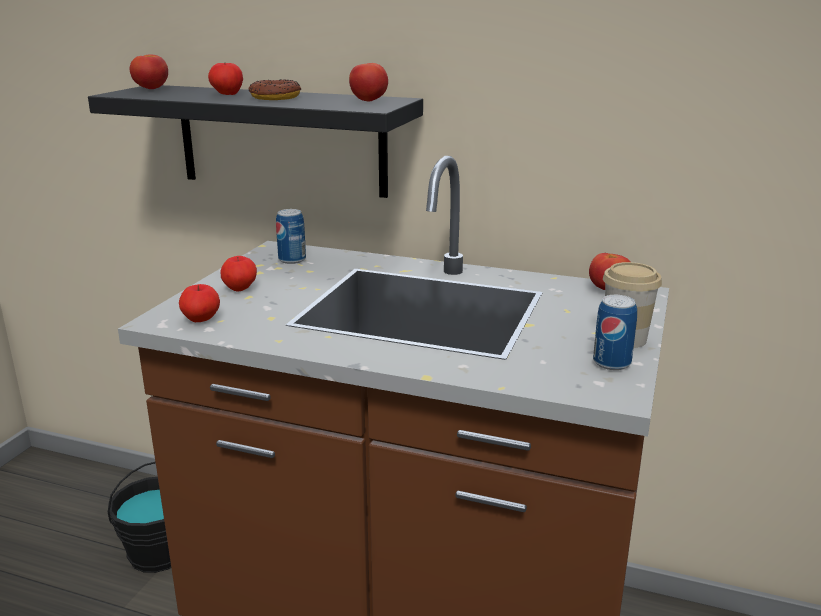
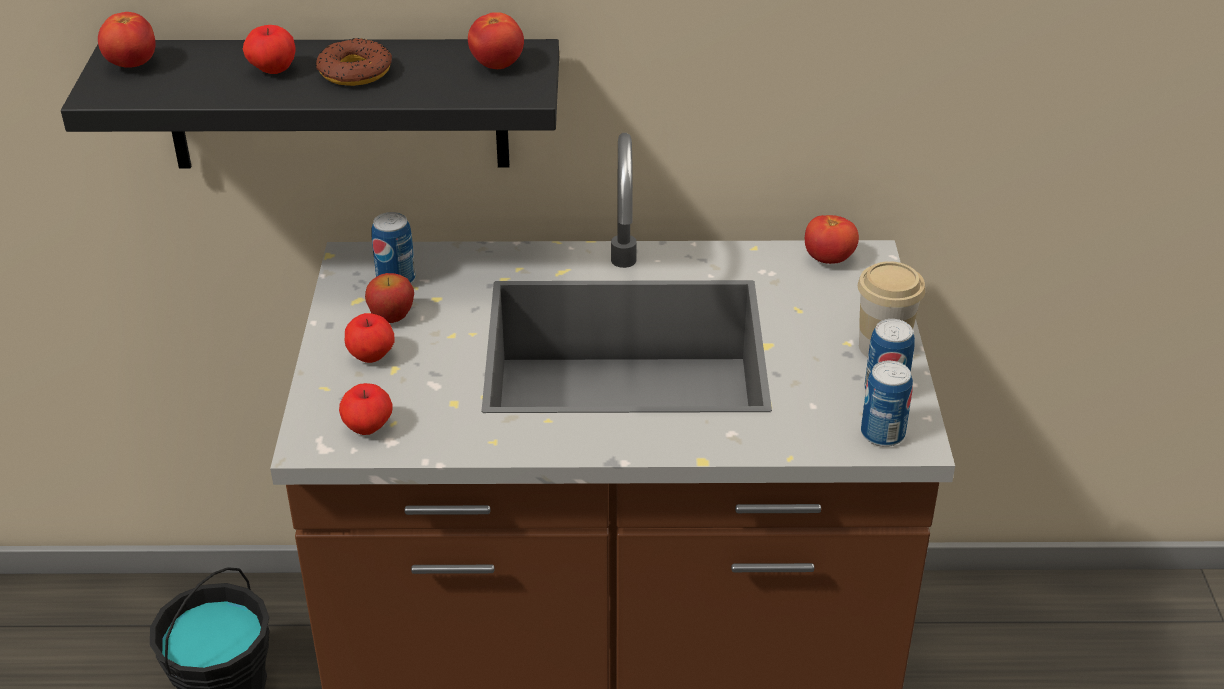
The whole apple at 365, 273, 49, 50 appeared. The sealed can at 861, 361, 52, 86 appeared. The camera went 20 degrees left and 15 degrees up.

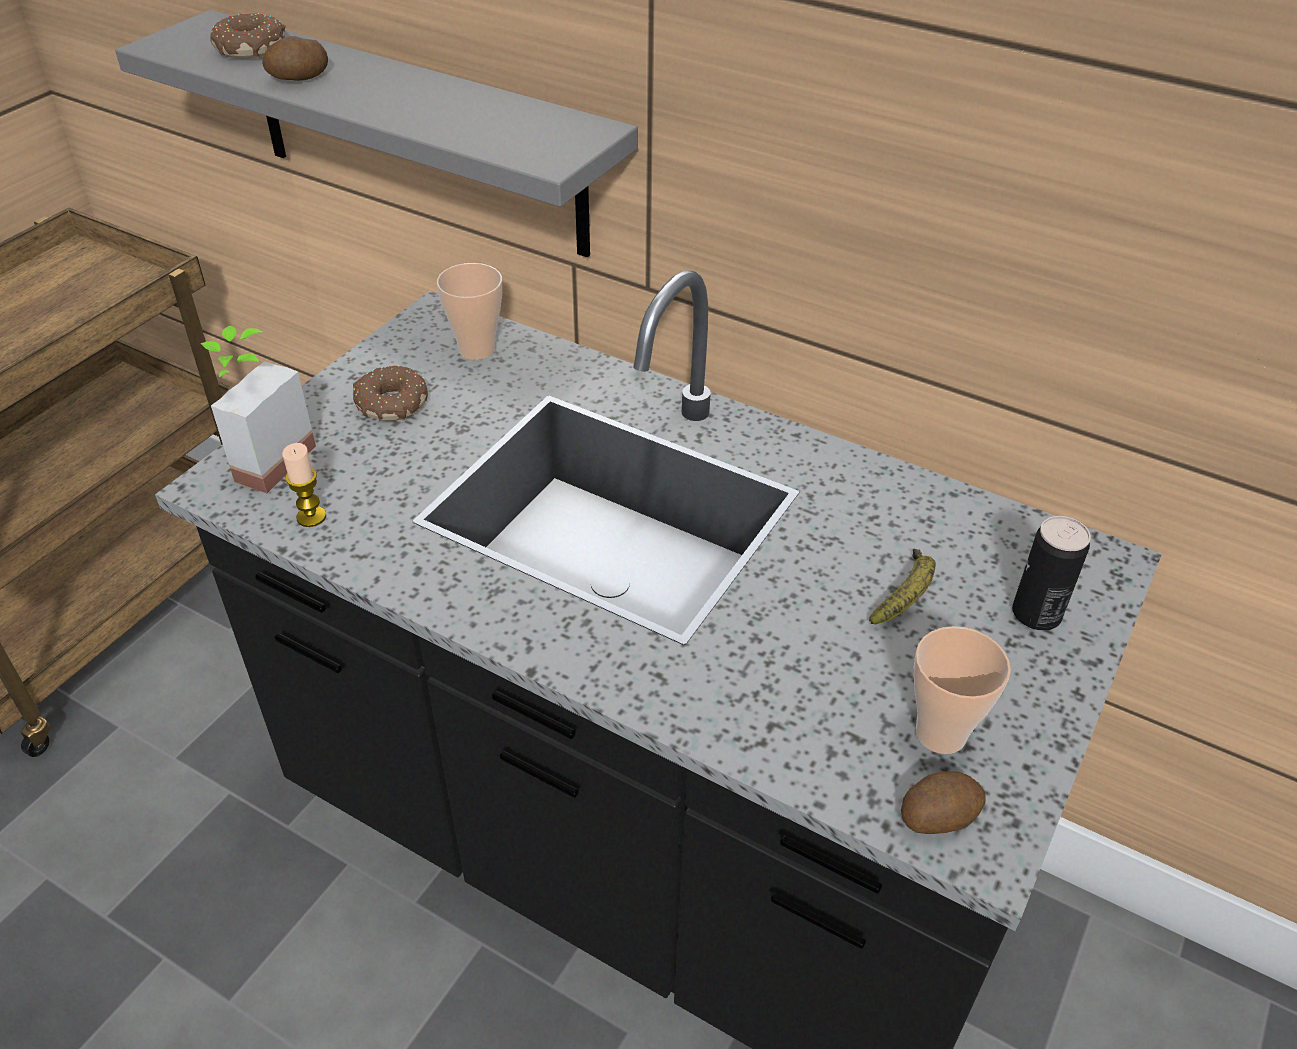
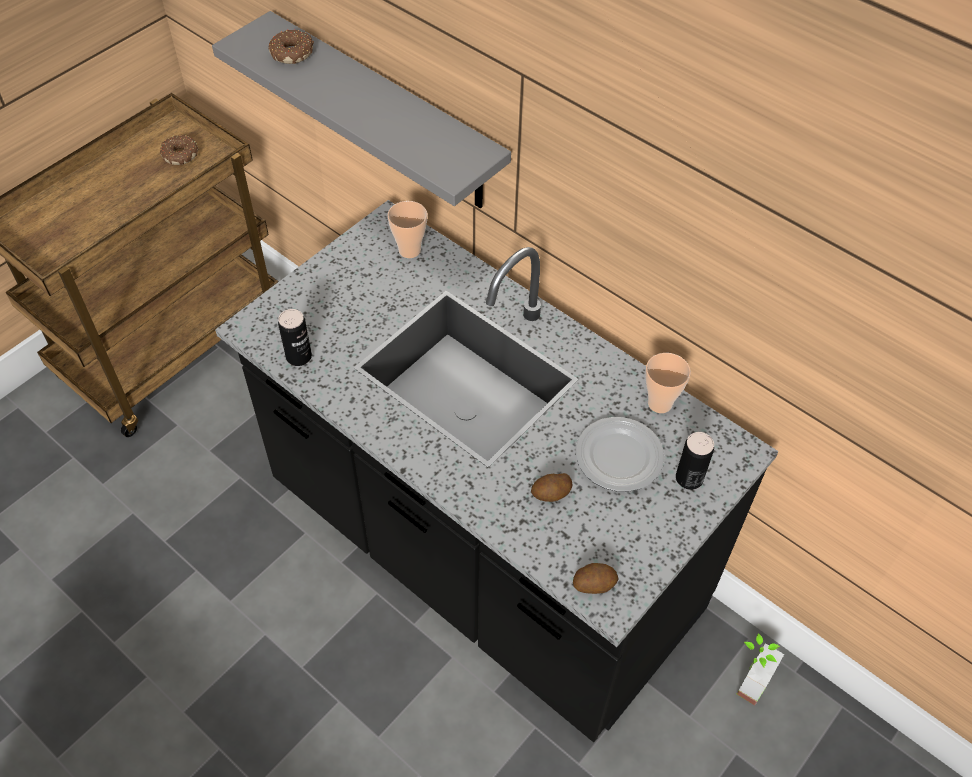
The whole potato moved from 262, 36, 66, 45 to 531, 473, 41, 29. The houseplant moved from 201, 326, 115, 167 to 737, 633, 47, 72. The ring doughnut moved from 353, 365, 75, 56 to 160, 135, 38, 30. The candle at 282, 443, 44, 84 was replaced by the sealed can at 278, 309, 34, 57. The whole banana at 869, 549, 67, 75 was replaced by the dinner plate at 576, 417, 88, 75. The small cup moved from 914, 626, 97, 128 to 645, 353, 46, 60. The camera went 10 degrees right and 10 degrees up.

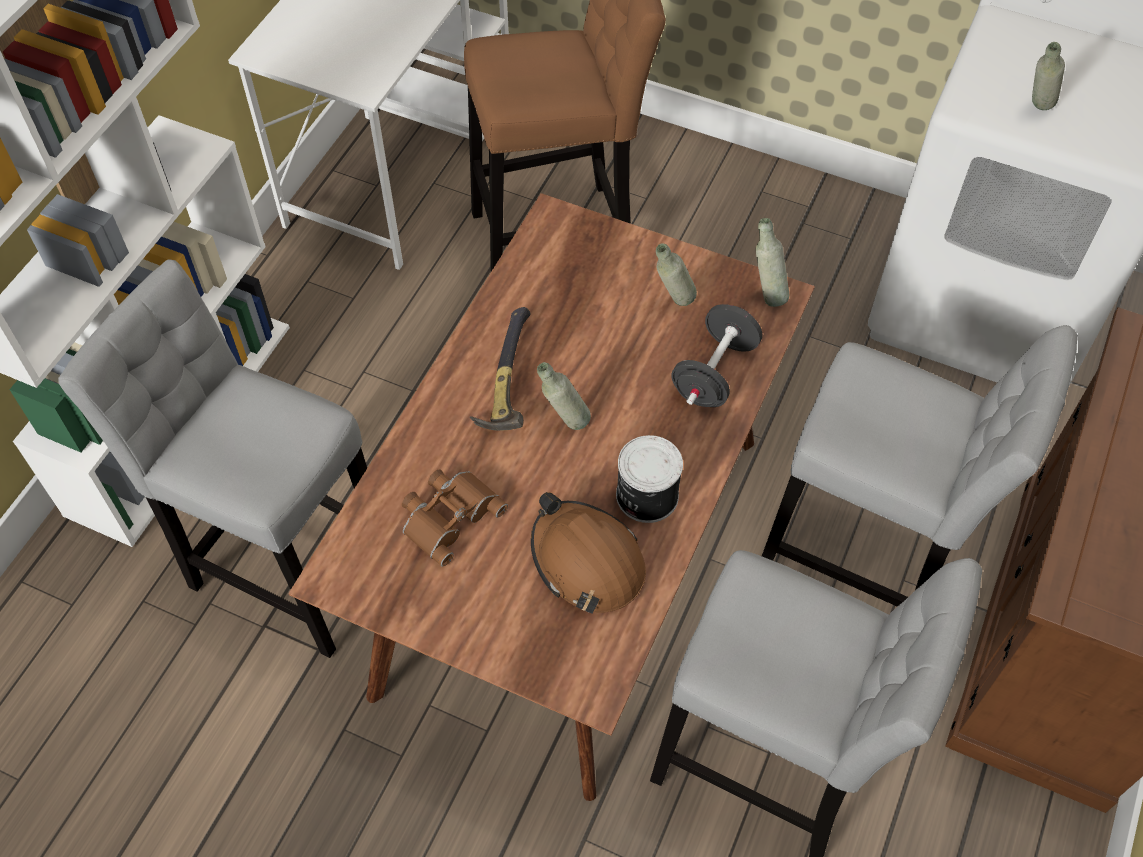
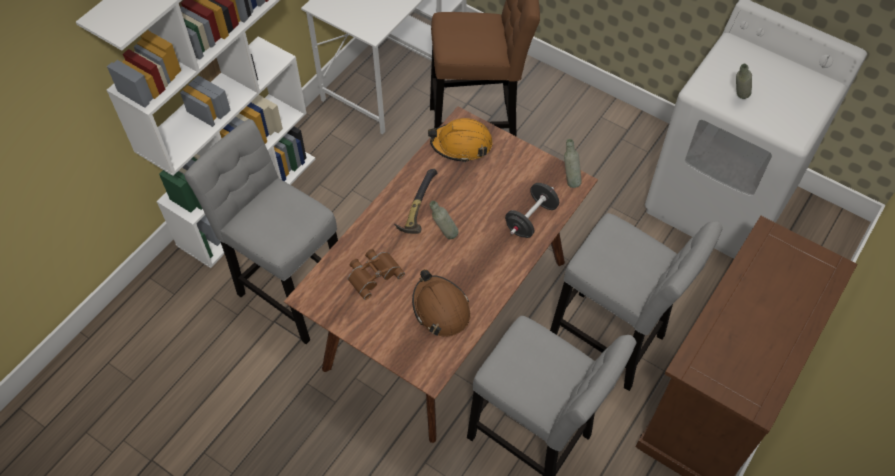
The drink bottle in greyish at 656, 243, 41, 63 disappeared. The sealed can at 616, 435, 67, 88 disappeared. The work helmet in orange at 428, 118, 65, 45 appeared. The camera went 10 degrees right and 0 degrees up.

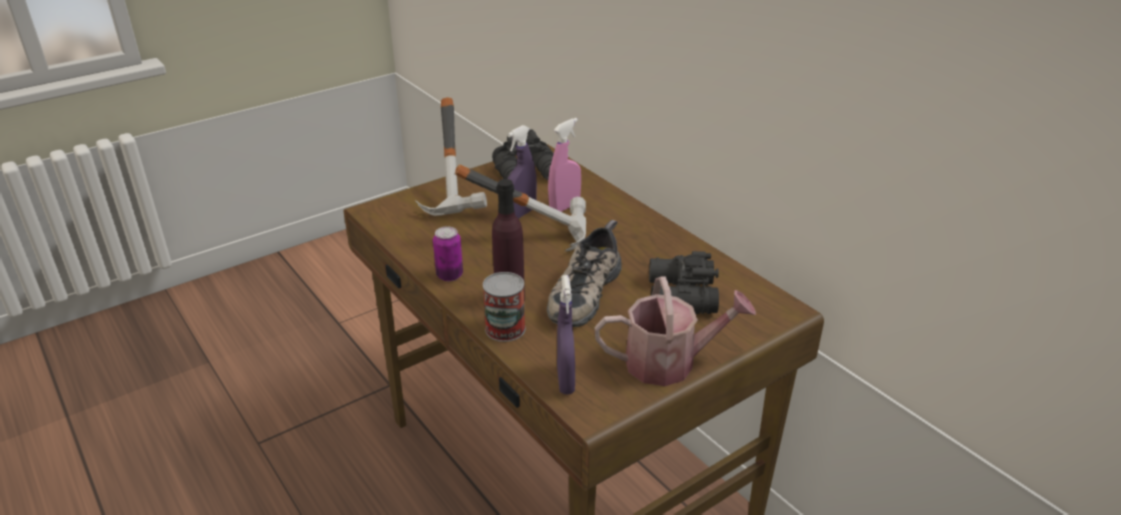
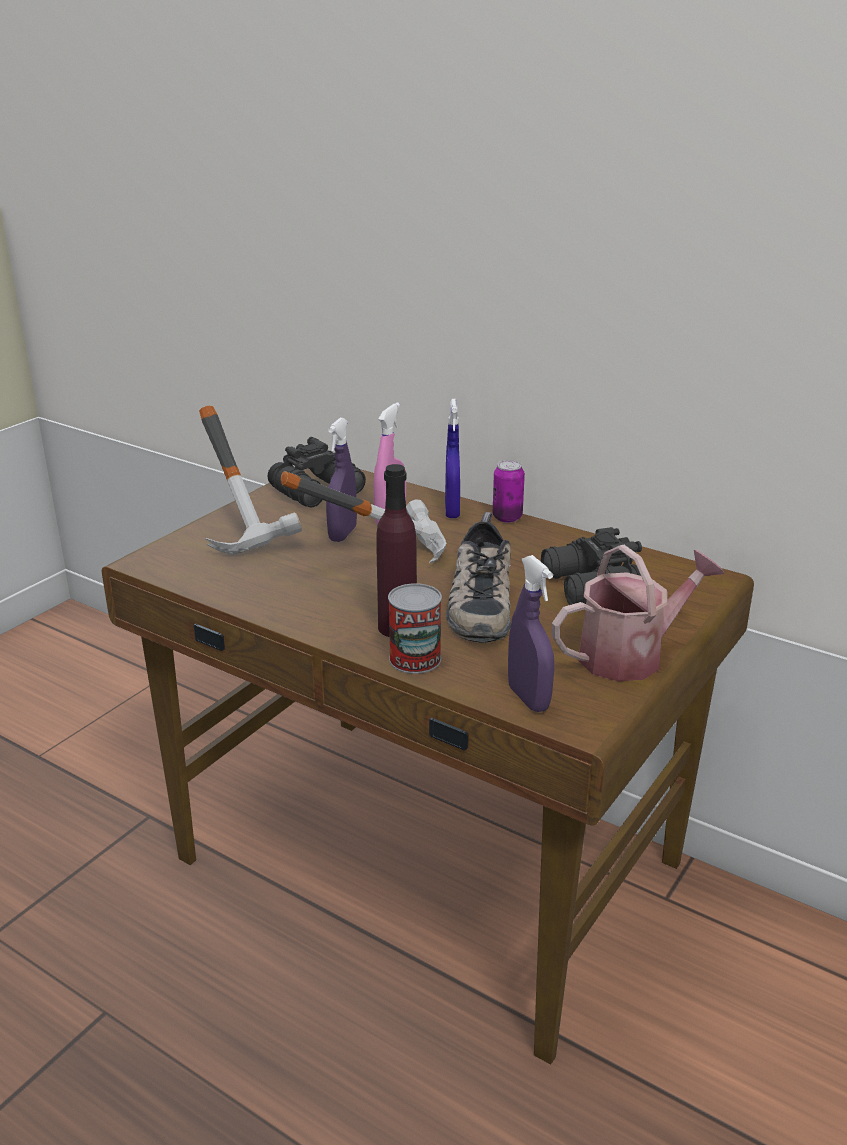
The sealed can moved from 433, 226, 30, 55 to 493, 460, 32, 63. The hand sprayer in bluish at 445, 399, 15, 119 appeared. The camera went 20 degrees left and 5 degrees down.

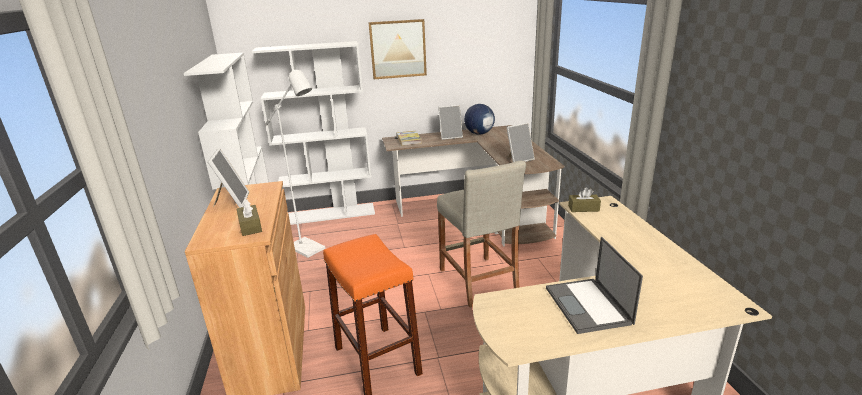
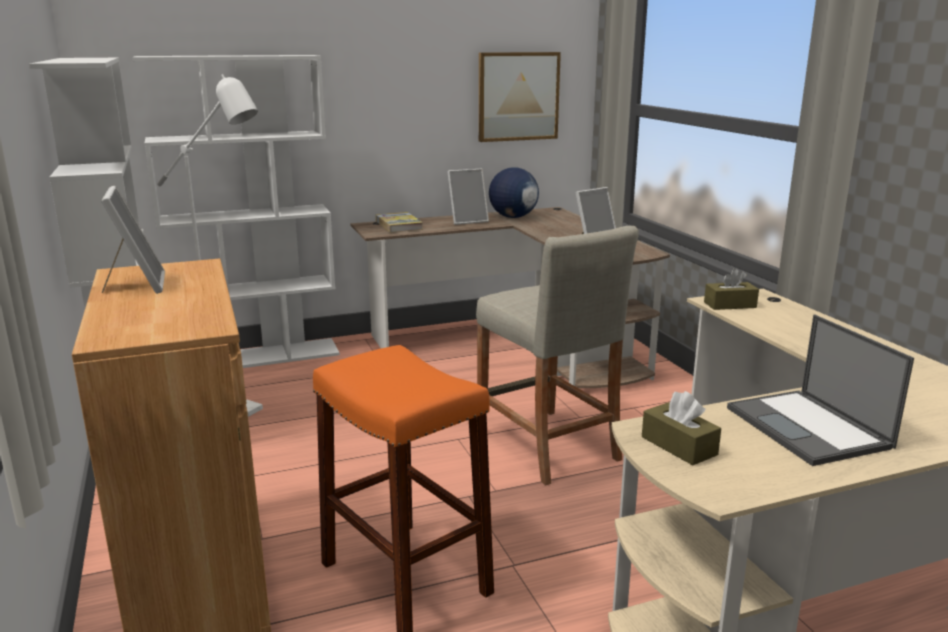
The picture moved from 368, 19, 59, 60 to 479, 52, 82, 90. The tissue holder in brown-coloured moved from 237, 199, 25, 37 to 642, 391, 79, 74. The camera went 10 degrees left and 5 degrees down.

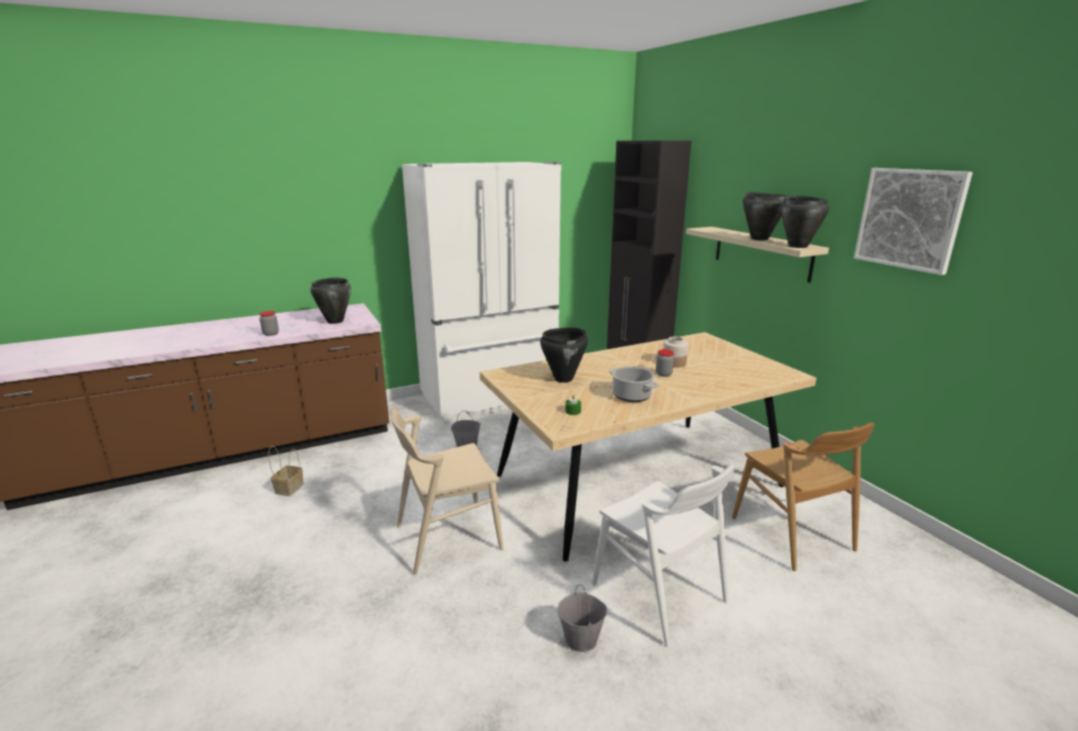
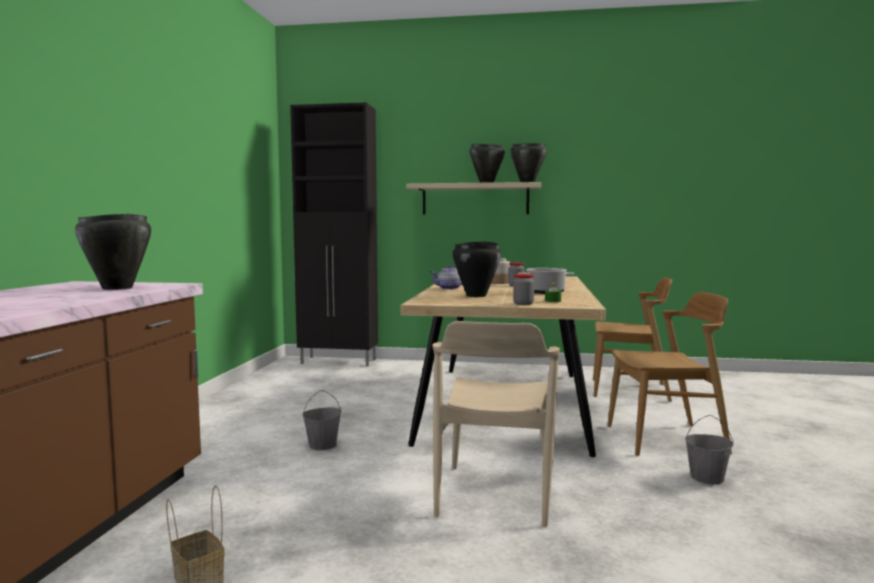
The refrigerator in white at 402, 162, 159, 262 disappeared. The picture at 854, 168, 119, 107 disappeared. The preserve jar moved from 259, 311, 20, 25 to 513, 274, 21, 31. The plain chair in white at 592, 464, 143, 183 became the plain chair in brown-coloured at 608, 292, 124, 164. The pot for tea at 429, 264, 34, 26 appeared. The camera went 55 degrees left and 15 degrees down.

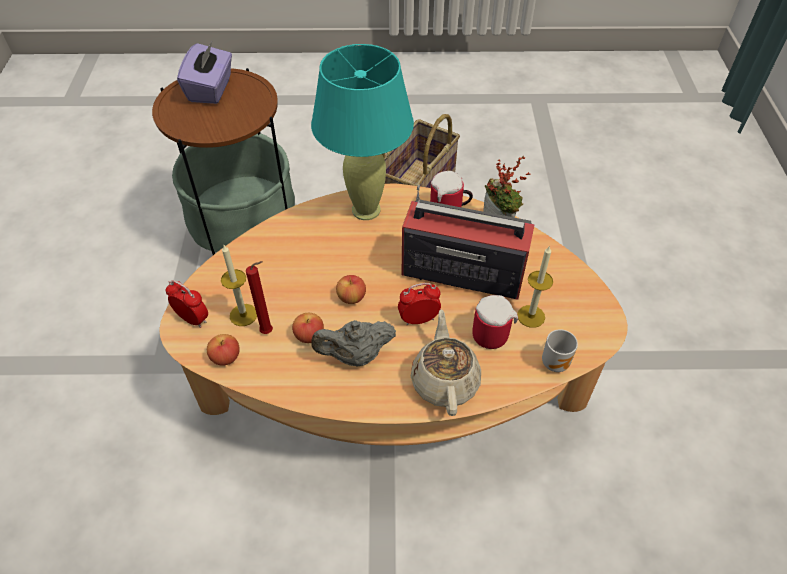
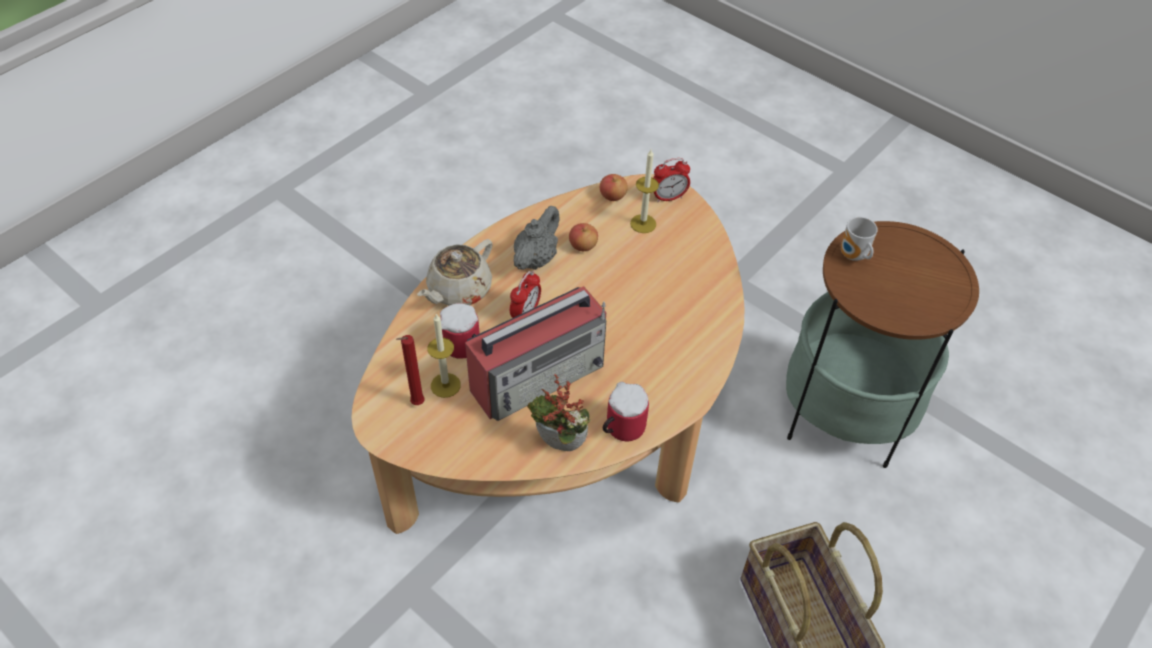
The tissue holder in purple-coloured at 177, 42, 55, 62 disappeared. The tabletop lamp in turquoise at 311, 44, 103, 176 disappeared. The candle in red-coloured moved from 246, 261, 27, 73 to 396, 335, 29, 70. The whole apple at 336, 275, 30, 29 disappeared. The pot for tea in beige at 411, 309, 70, 107 turned 90 degrees clockwise. The tea mug moved from 542, 329, 36, 43 to 841, 217, 37, 44. The camera went 130 degrees right and 0 degrees up.

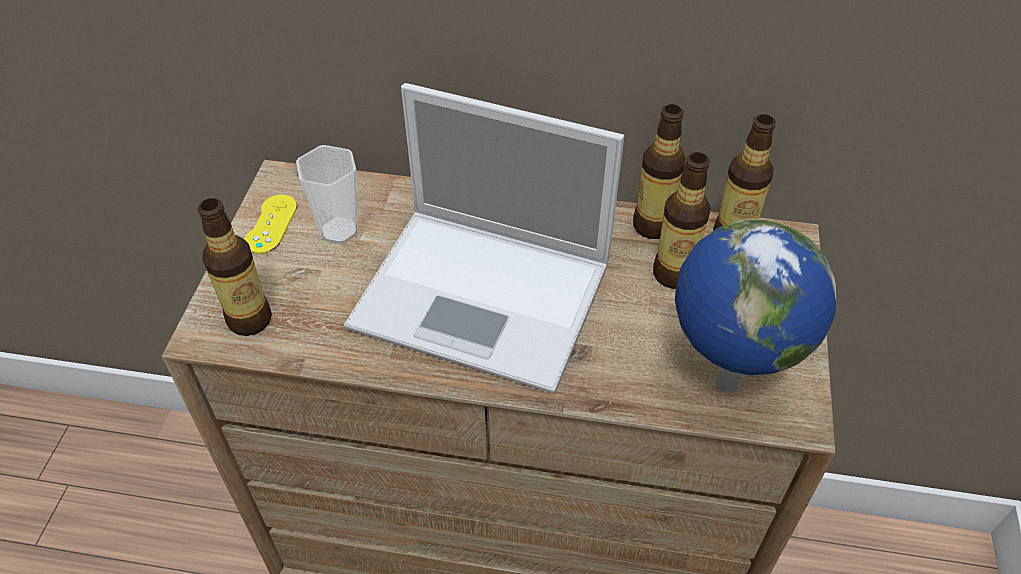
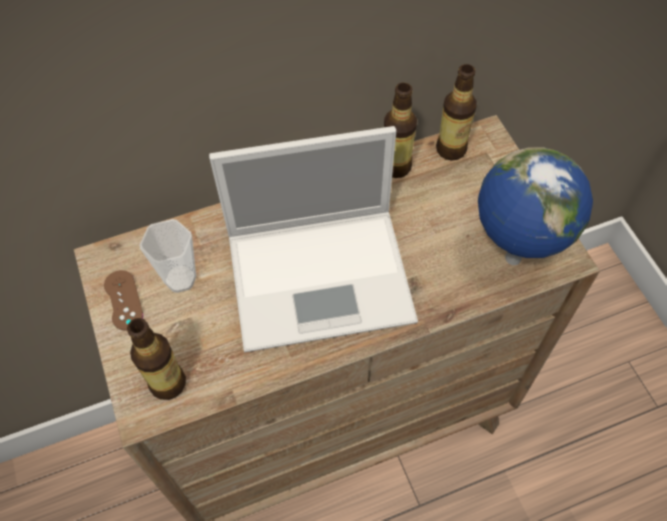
The drink bottle at 653, 152, 58, 137 disappeared. The joypad in yellowish at 244, 195, 53, 59 became the joypad in brown-coloured at 104, 270, 39, 61. The camera went 30 degrees left and 10 degrees up.

